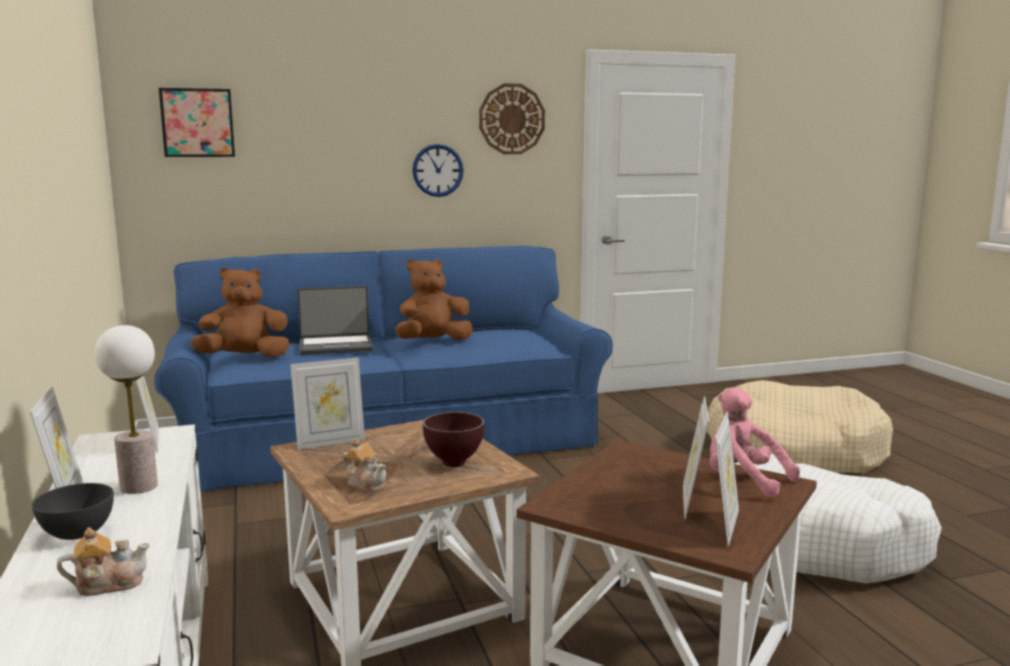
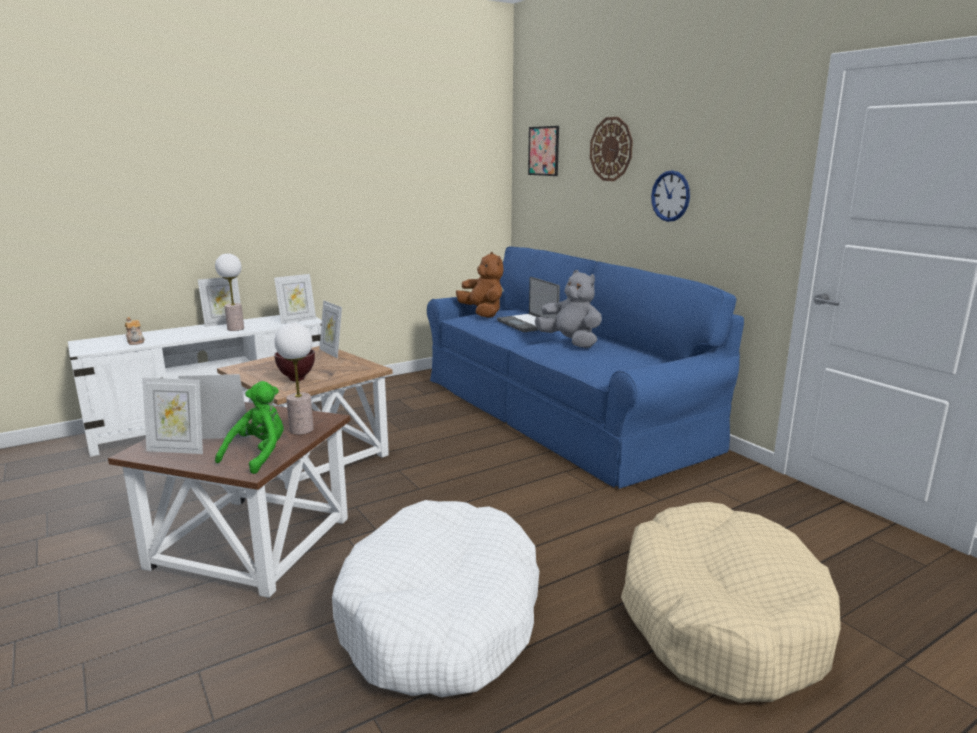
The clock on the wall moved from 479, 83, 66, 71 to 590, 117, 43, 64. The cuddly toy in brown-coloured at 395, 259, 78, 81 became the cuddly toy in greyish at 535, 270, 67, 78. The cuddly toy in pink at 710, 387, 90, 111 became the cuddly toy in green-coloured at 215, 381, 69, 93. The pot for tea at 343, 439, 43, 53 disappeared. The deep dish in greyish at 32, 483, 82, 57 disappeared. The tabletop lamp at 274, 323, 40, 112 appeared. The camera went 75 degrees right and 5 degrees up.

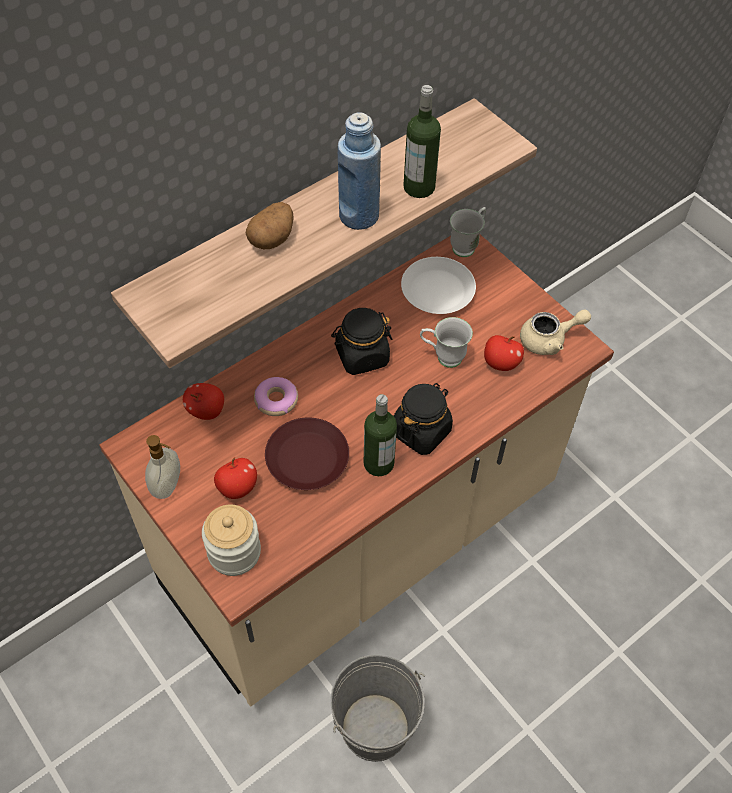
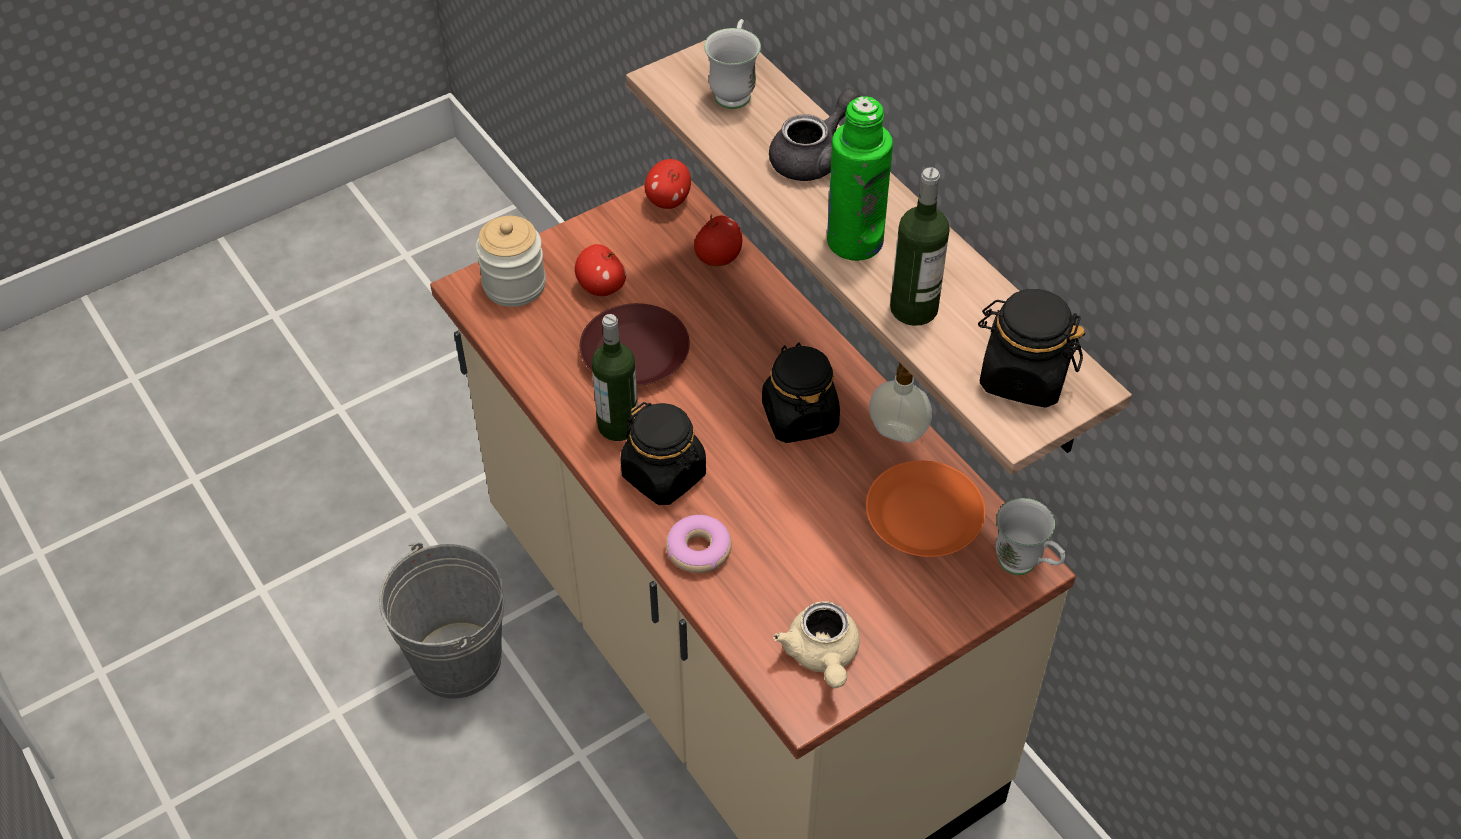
The drink bottle in bluish at 338, 112, 43, 118 became the drink bottle in green-coloured at 827, 96, 66, 165. The whole potato at 246, 202, 47, 47 was replaced by the pot for tea in greyish at 769, 88, 91, 93. The dinner plate in white at 401, 257, 75, 57 became the dinner plate in orange at 866, 460, 119, 97. The tea mug in white moved from 420, 317, 53, 51 to 704, 19, 57, 90. The whole apple moved from 484, 335, 40, 36 to 645, 159, 46, 50. The ring doughnut moved from 254, 377, 44, 39 to 666, 515, 66, 58. The soap bottle moved from 145, 435, 35, 64 to 869, 362, 63, 81. The preserve jar in black-coloured at 978, 289, 107, 119 appeared. The camera went 95 degrees right and 5 degrees down.

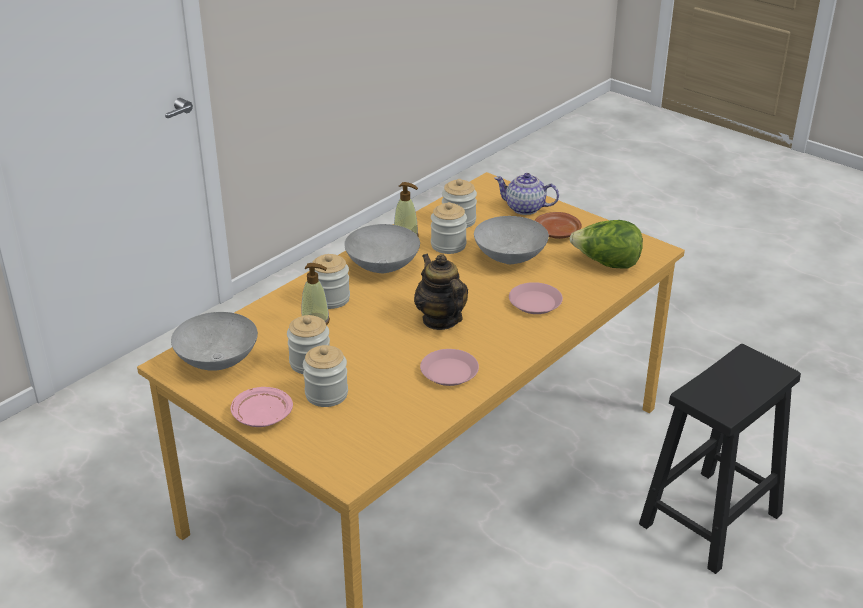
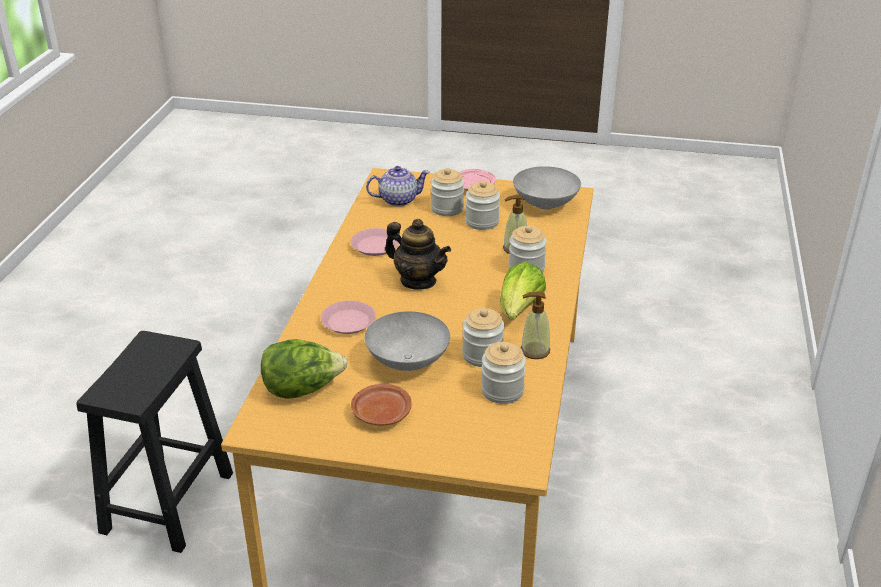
The pot for tea moved from 494, 173, 65, 42 to 366, 166, 64, 40. The deep dish in greyish at 344, 224, 76, 49 was replaced by the head of lettuce at 500, 262, 46, 58. The camera went 150 degrees right and 0 degrees up.

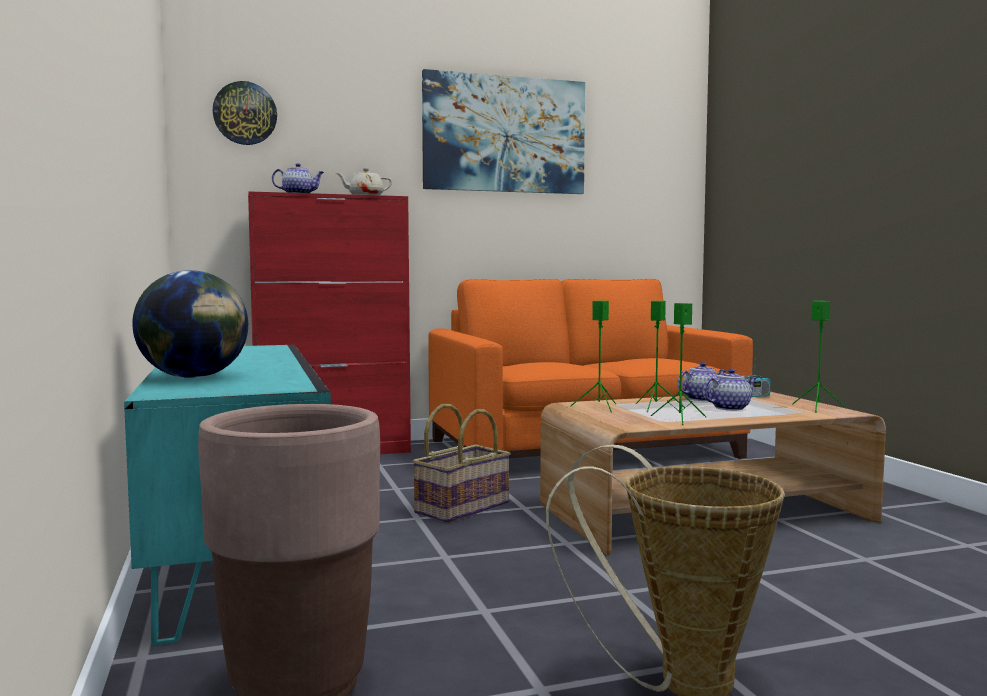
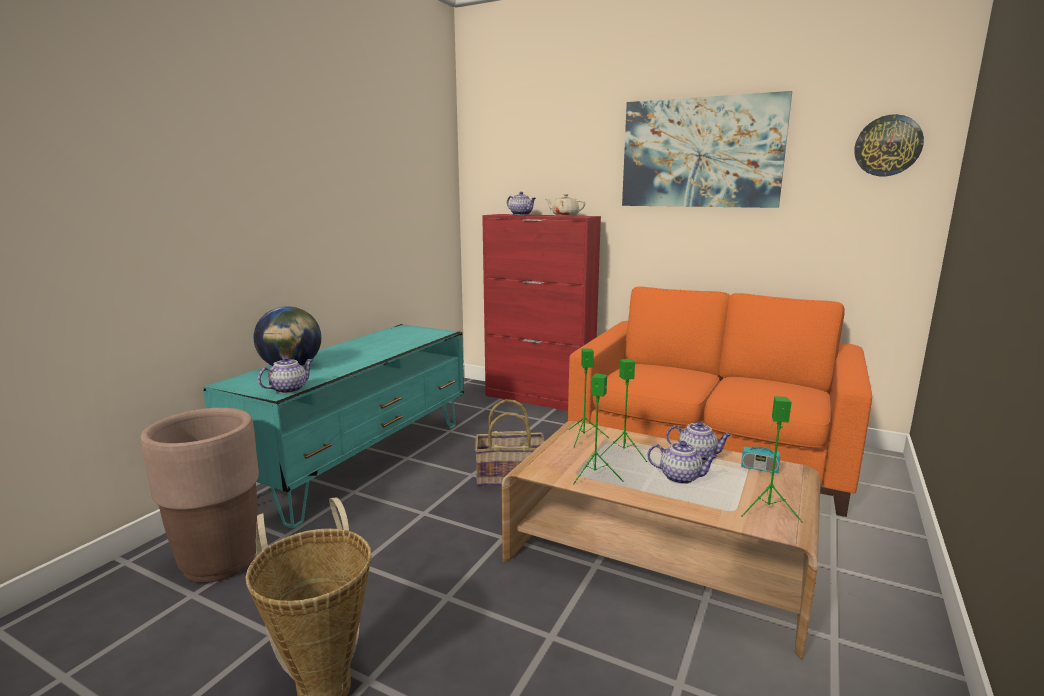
The clock on the wall moved from 213, 81, 64, 64 to 854, 114, 70, 62. The pot for tea at 258, 356, 55, 38 appeared. The camera went 45 degrees right and 10 degrees up.

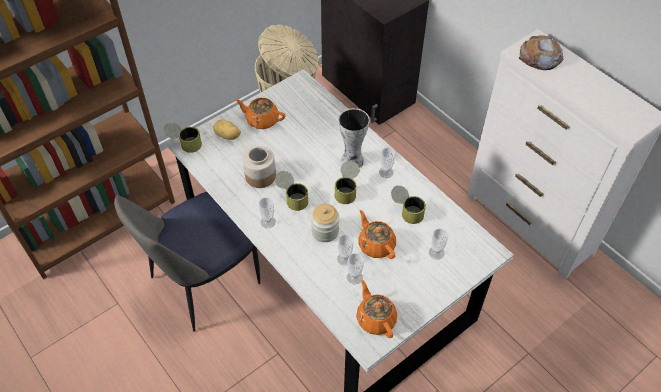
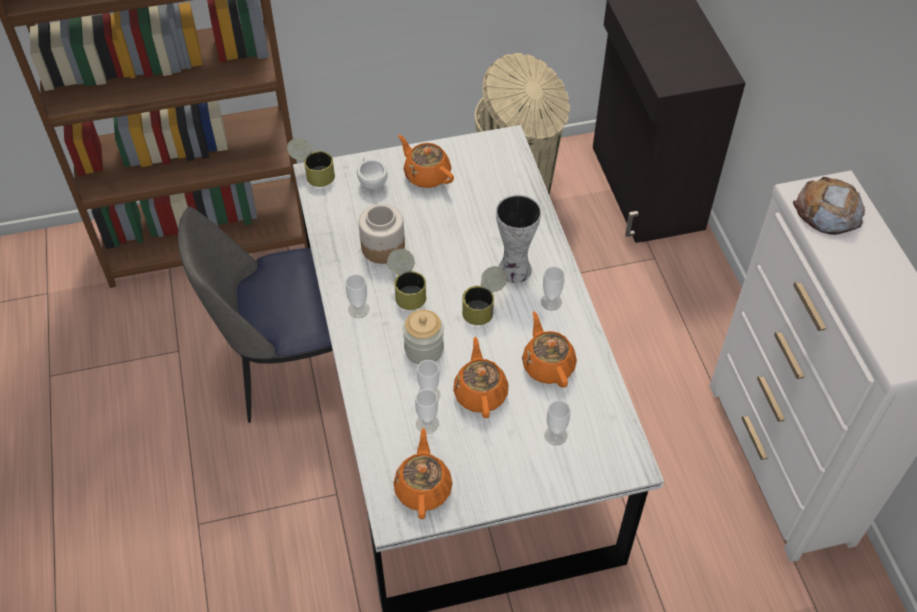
The whole potato at 214, 120, 27, 20 was replaced by the small cup in white at 357, 156, 31, 34. The sealed can at 391, 185, 35, 39 was replaced by the pot for tea in orange at 522, 312, 55, 76. The camera went 25 degrees right and 0 degrees up.

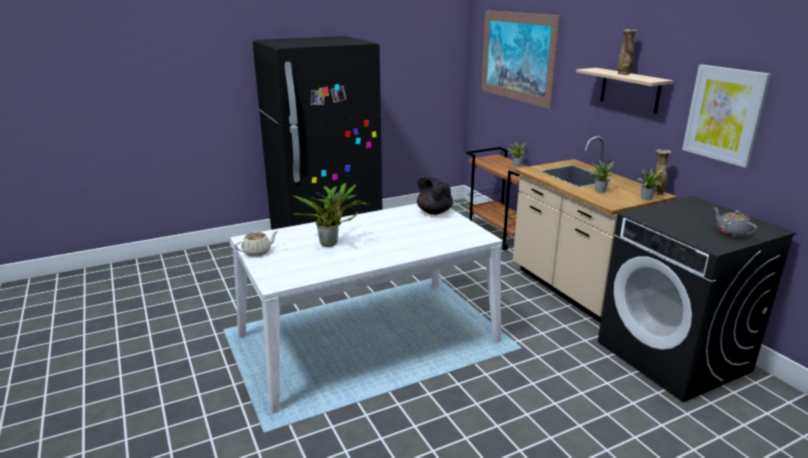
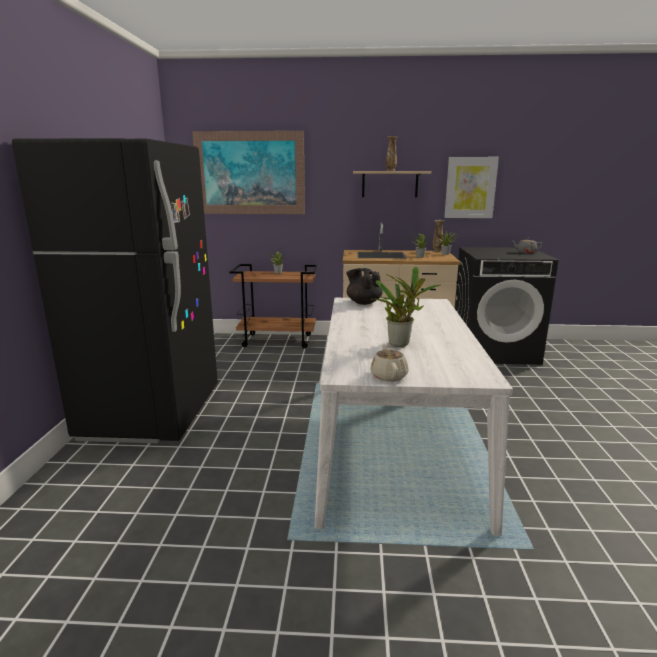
The pot for tea in black-coloured at 417, 177, 36, 38 turned 60 degrees clockwise. The camera went 60 degrees left and 5 degrees down.

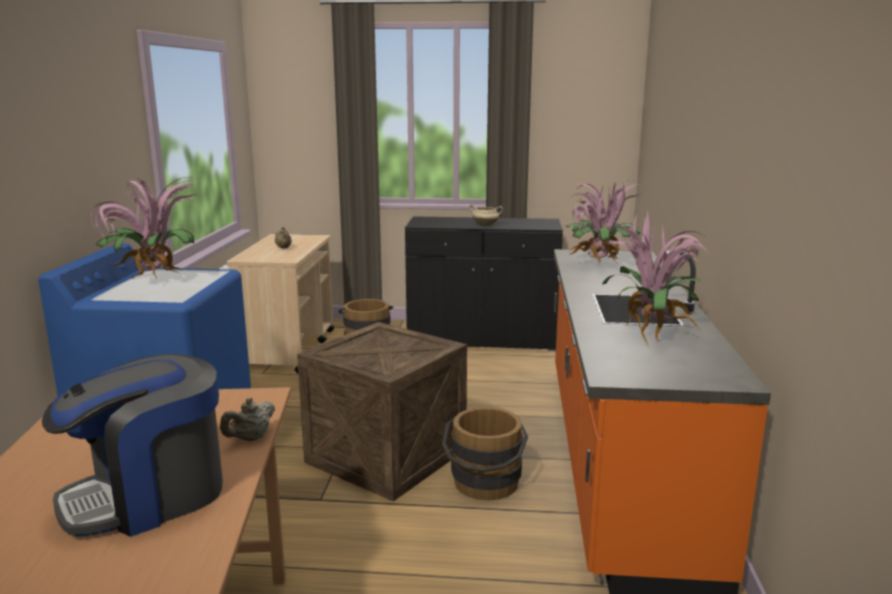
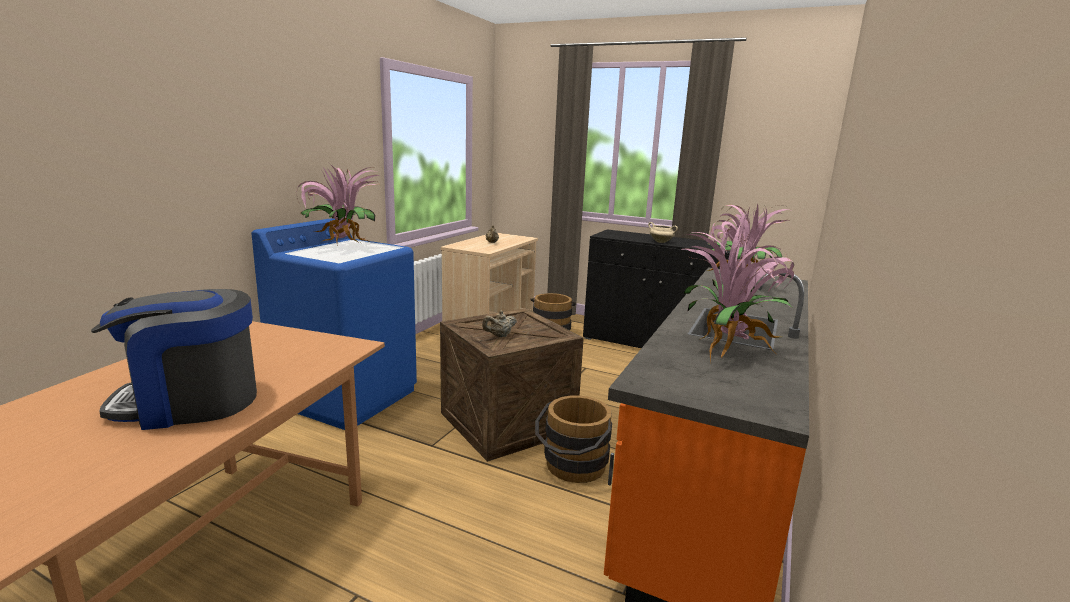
The pot for tea in beige moved from 220, 397, 55, 44 to 482, 311, 35, 26. The camera went 20 degrees right and 0 degrees up.

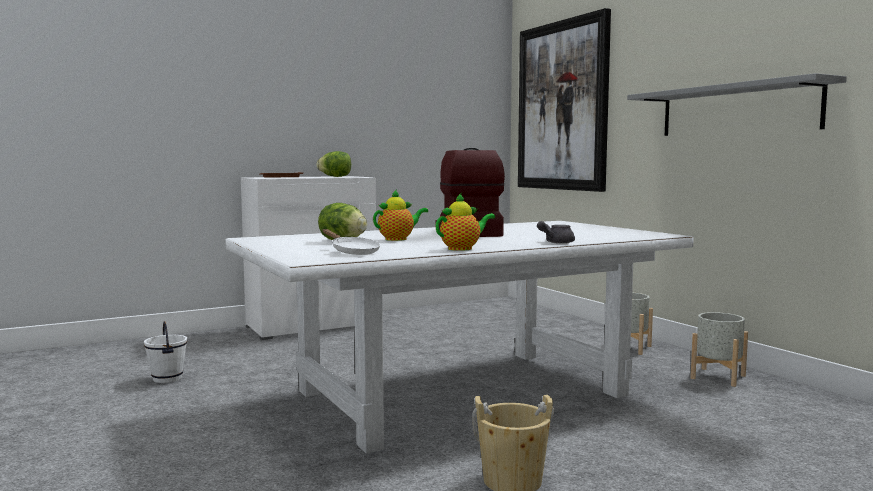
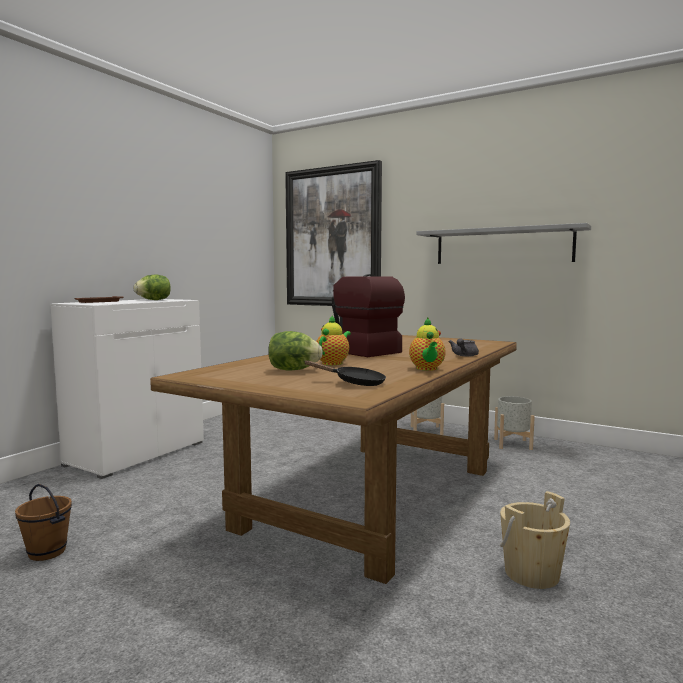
The pot for tea at 435, 193, 60, 58 turned 150 degrees clockwise. The kitchen table in white at 226, 221, 468, 233 became the kitchen table in brown-coloured at 150, 335, 367, 249. The frying pan in white at 323, 229, 57, 26 became the frying pan in black-coloured at 304, 360, 82, 26. The pail in white at 144, 321, 43, 62 became the pail in brown-coloured at 15, 484, 57, 77. The camera went 30 degrees left and 0 degrees up.

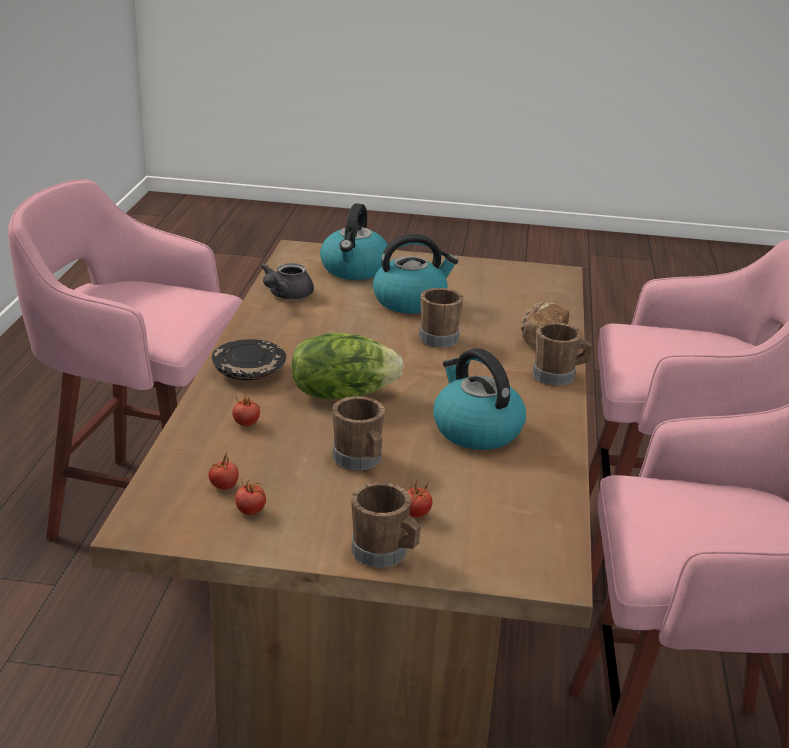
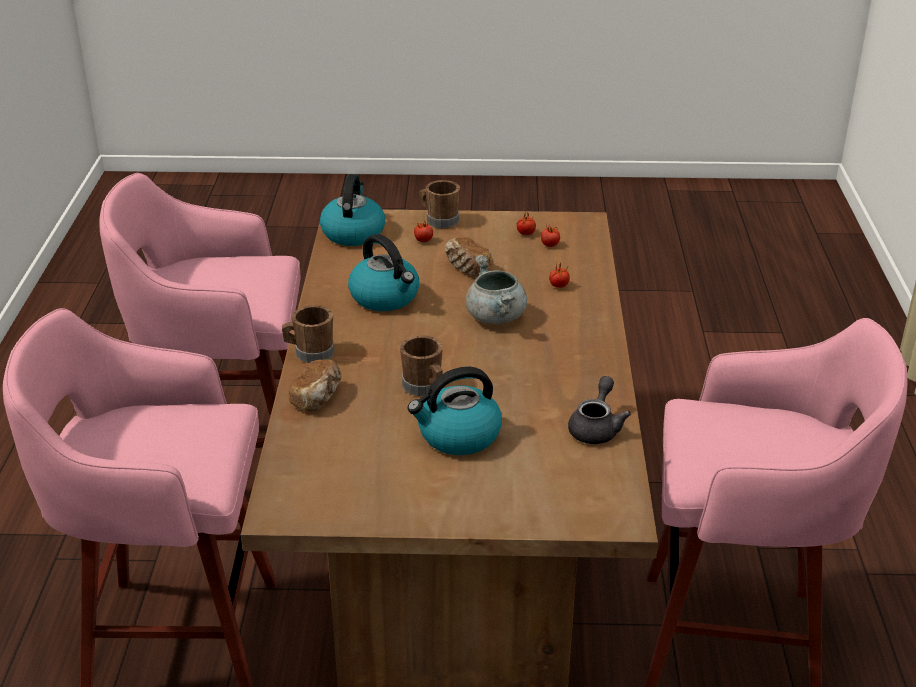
The water kettle moved from 320, 203, 68, 77 to 320, 175, 65, 71. The head of lettuce at 291, 333, 113, 67 was replaced by the saucepot in greyish at 466, 255, 61, 69. The dinner plate in black-coloured at 212, 339, 74, 41 disappeared. The tea mug in brown-coloured at 332, 396, 53, 74 was replaced by the bakery bread at 445, 237, 49, 40. The camera went 175 degrees right and 5 degrees up.

